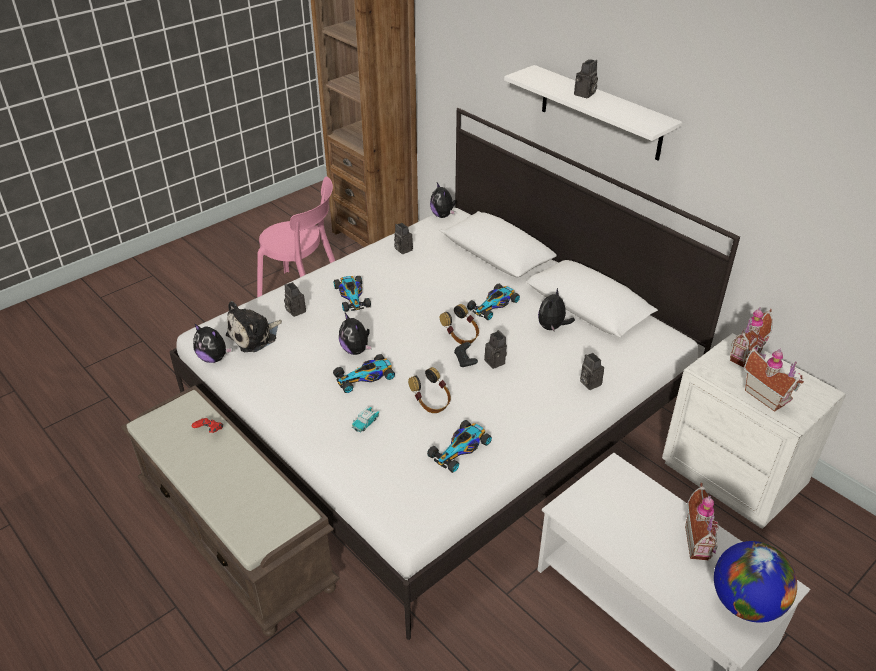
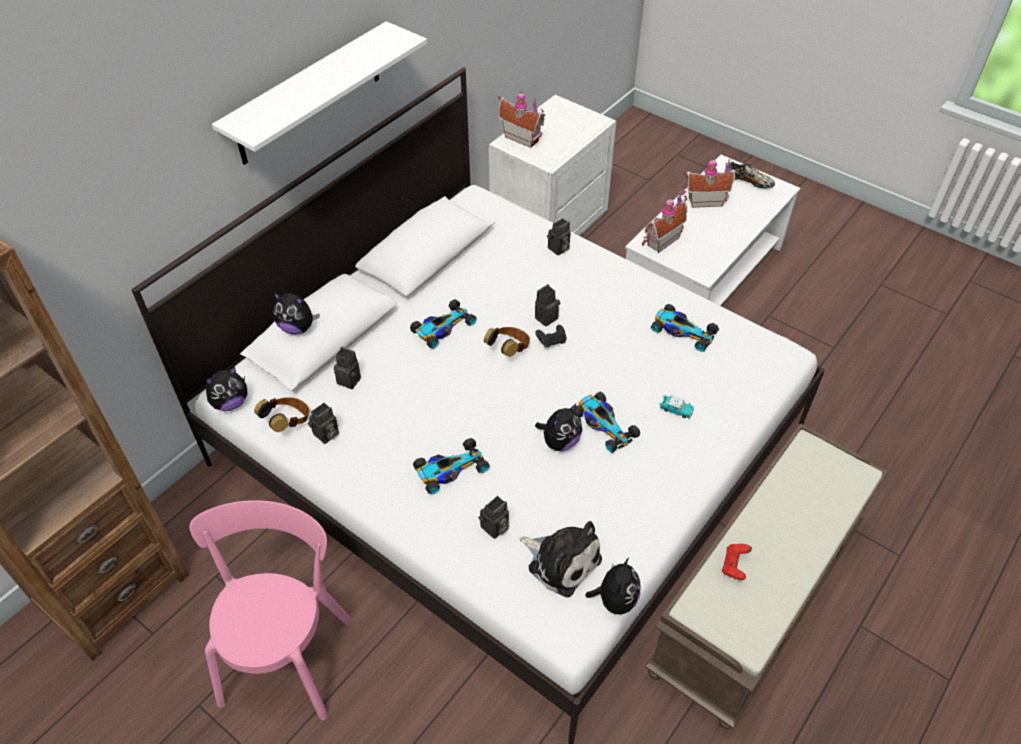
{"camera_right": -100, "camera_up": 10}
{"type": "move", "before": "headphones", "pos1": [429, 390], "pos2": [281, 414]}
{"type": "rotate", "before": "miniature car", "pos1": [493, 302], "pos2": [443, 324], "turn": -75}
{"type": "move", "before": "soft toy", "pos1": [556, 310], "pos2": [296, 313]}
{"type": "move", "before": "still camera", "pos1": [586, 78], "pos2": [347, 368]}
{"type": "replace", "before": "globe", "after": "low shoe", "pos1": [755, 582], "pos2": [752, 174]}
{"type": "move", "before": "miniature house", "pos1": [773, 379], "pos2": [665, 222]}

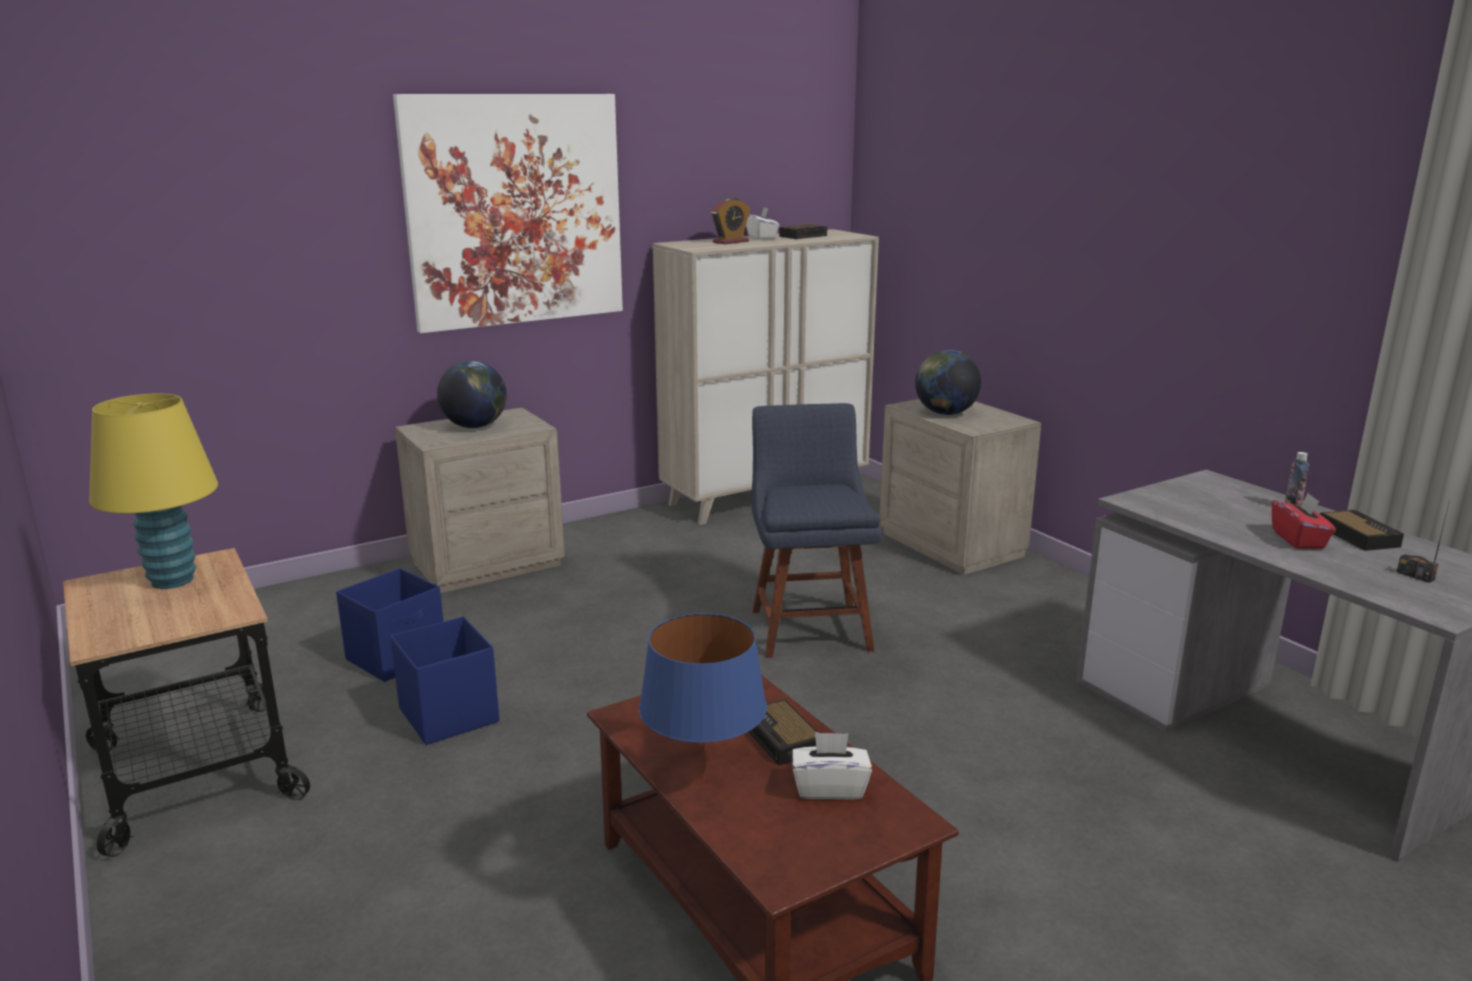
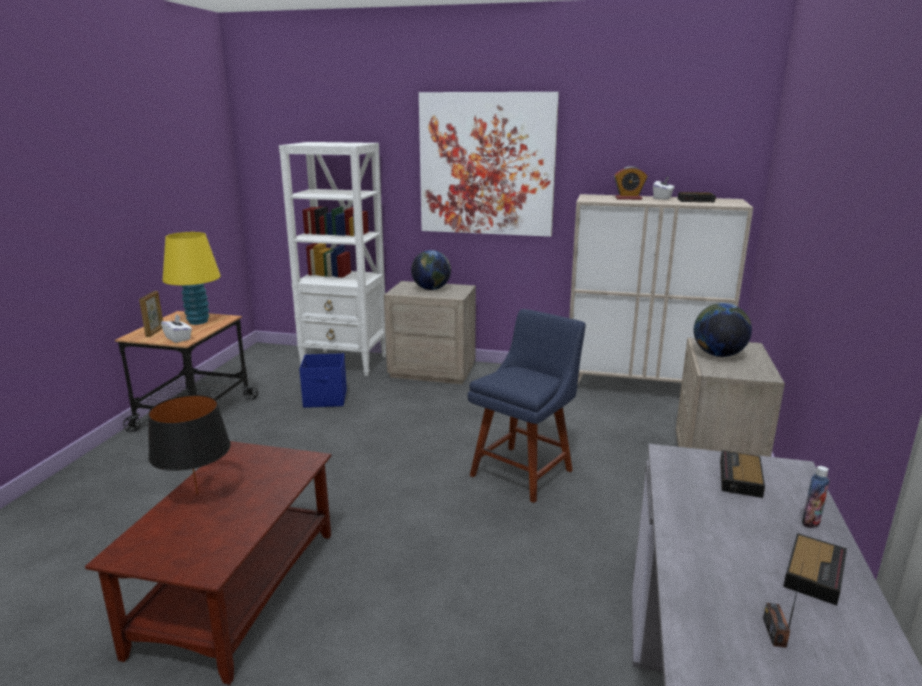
{"camera_right": 45, "camera_up": 0}
{"type": "delete", "before": "storage box in blue", "pos1": [444, 680]}
{"type": "recolor", "before": "table lamp in blue", "after": "table lamp in black-coloured", "pos1": [703, 695], "pos2": [189, 444]}
{"type": "move", "before": "table clock", "pos1": [783, 732], "pos2": [742, 474]}
{"type": "move", "before": "box of tissues in white", "pos1": [832, 766], "pos2": [176, 328]}
{"type": "delete", "before": "box of tissues in red", "pos1": [1304, 521]}
{"type": "insert", "after": "picture frame", "pos2": [151, 314]}
{"type": "insert", "after": "bookcase in white", "pos2": [332, 259]}

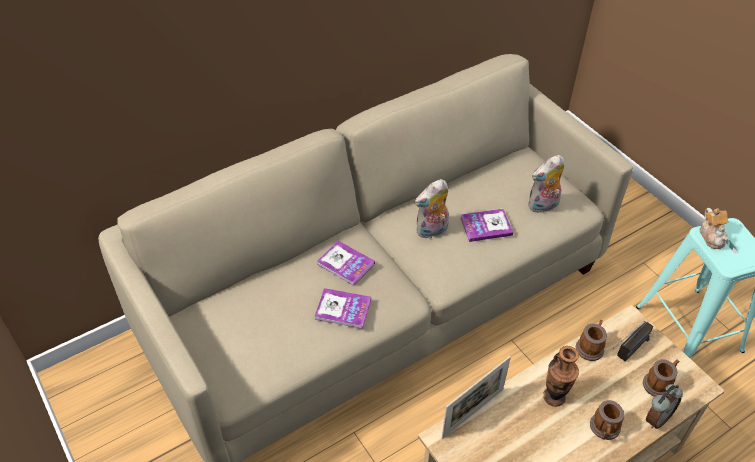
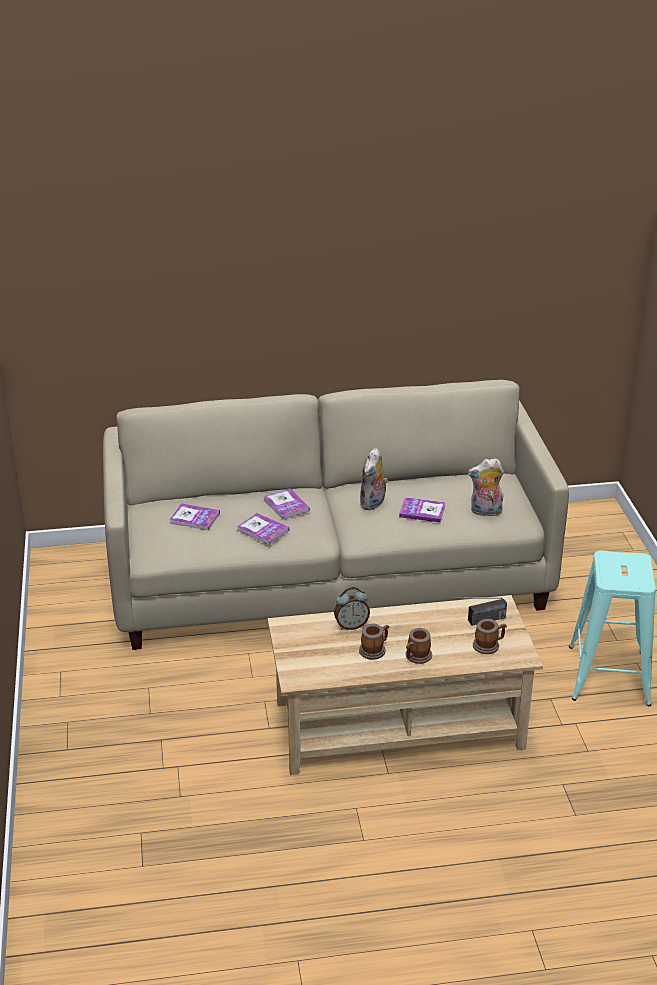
{"camera_right": 25, "camera_up": -15}
{"type": "rotate", "before": "soft toy", "pos1": [432, 209], "pos2": [374, 479], "turn": -60}
{"type": "delete", "before": "picture frame", "pos1": [476, 397]}
{"type": "delete", "before": "flower vase", "pos1": [561, 376]}
{"type": "move", "before": "tea mug", "pos1": [591, 340], "pos2": [374, 641]}
{"type": "move", "before": "table clock", "pos1": [664, 406], "pos2": [352, 608]}
{"type": "delete", "before": "pot for tea", "pos1": [714, 228]}
{"type": "insert", "after": "book", "pos2": [194, 516]}

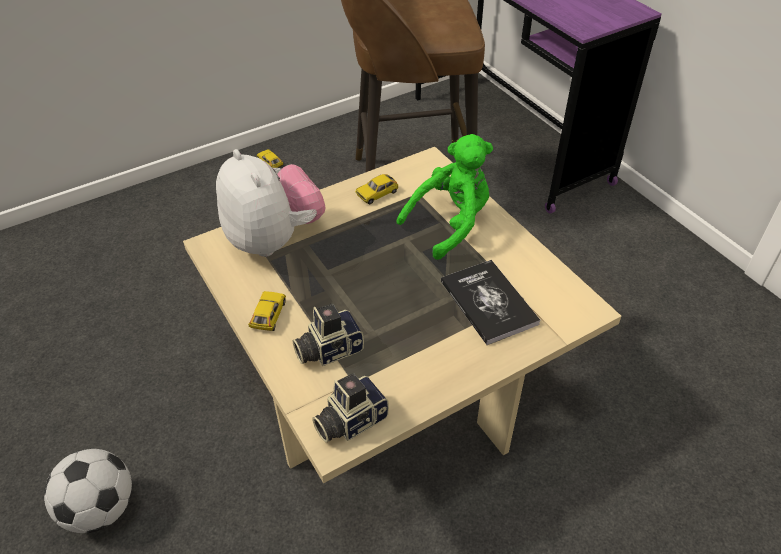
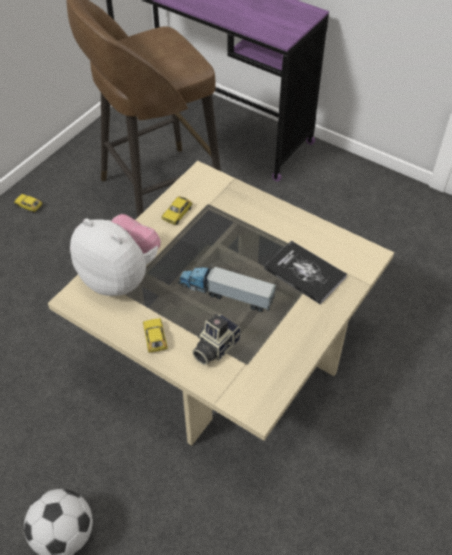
{"camera_right": -25, "camera_up": 5}
{"type": "delete", "before": "still camera", "pos1": [350, 407]}
{"type": "delete", "before": "soft toy in green-coloured", "pos1": [444, 197]}
{"type": "insert", "after": "toy truck", "pos2": [227, 288]}

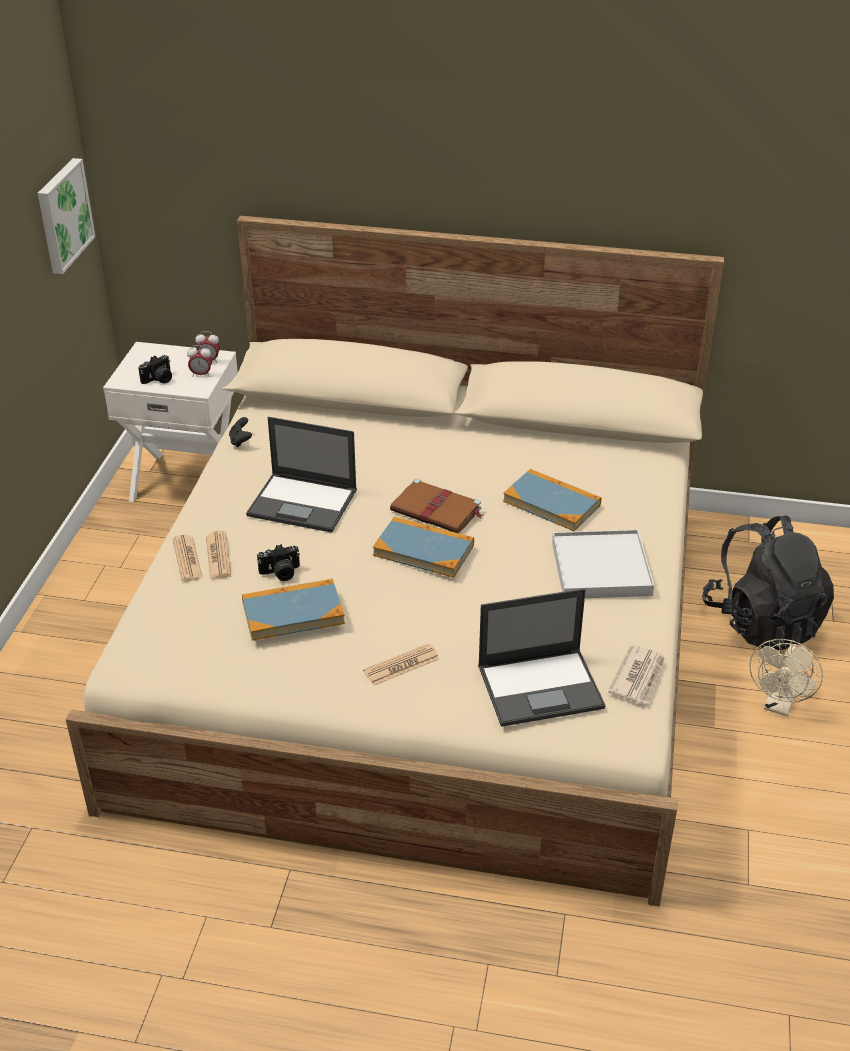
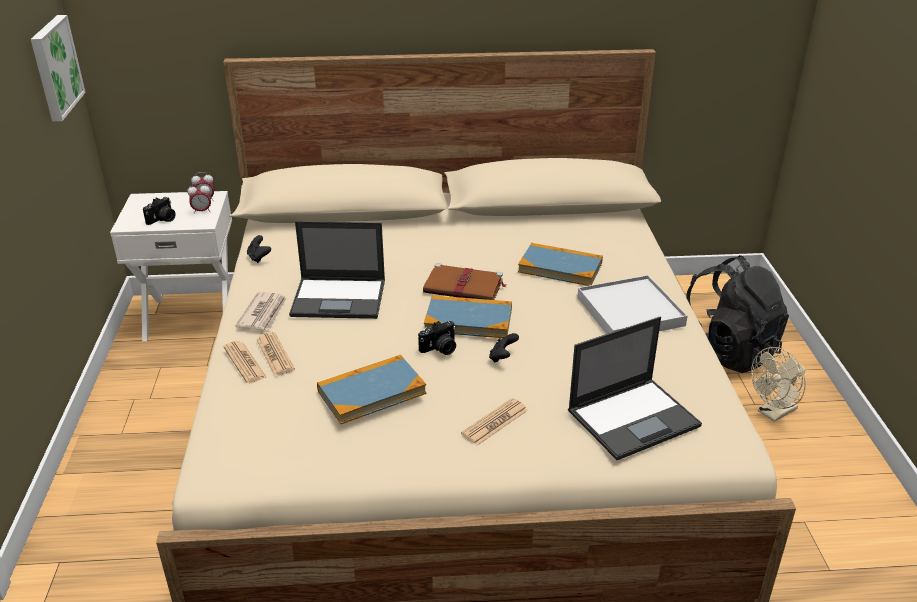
{"camera_right": -15, "camera_up": -5}
{"type": "move", "before": "still camera", "pos1": [278, 562], "pos2": [437, 338]}
{"type": "move", "before": "daily paper", "pos1": [636, 674], "pos2": [261, 311]}
{"type": "rotate", "before": "cooling fan in beige-coloured", "pos1": [786, 677], "pos2": [778, 384], "turn": 45}
{"type": "insert", "after": "joypad in black-coloured", "pos2": [504, 348]}

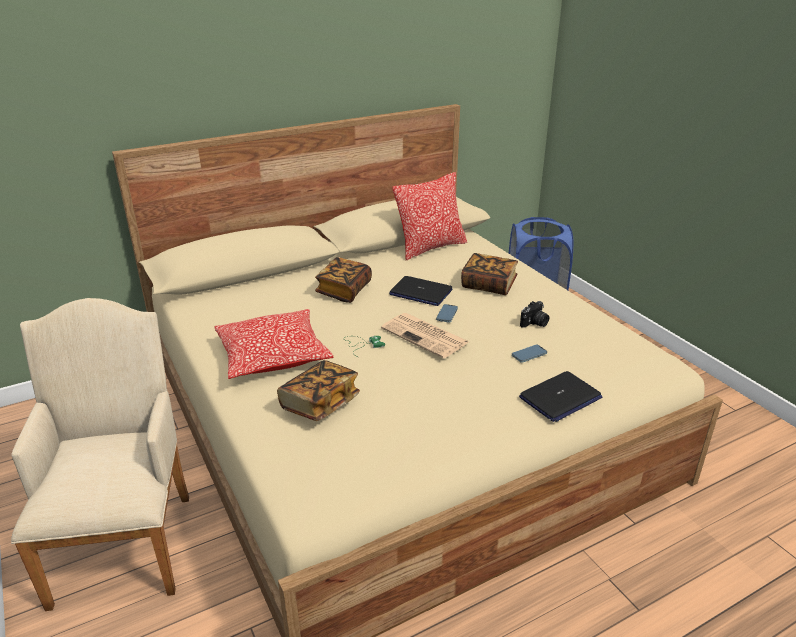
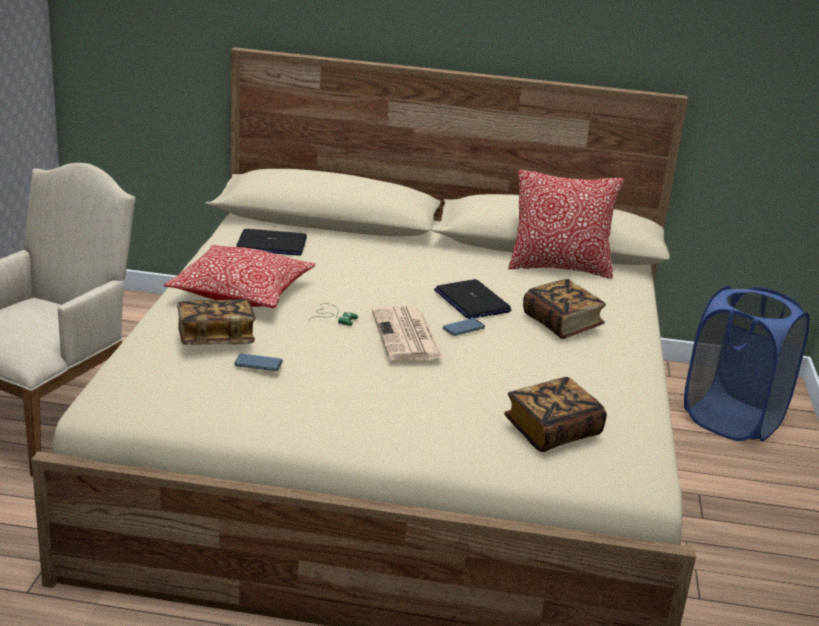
{"camera_right": 35, "camera_up": -5}
{"type": "move", "before": "book", "pos1": [343, 280], "pos2": [555, 414]}
{"type": "move", "before": "phone", "pos1": [529, 354], "pos2": [258, 362]}
{"type": "move", "before": "notebook computer", "pos1": [560, 396], "pos2": [271, 242]}
{"type": "delete", "before": "still camera", "pos1": [534, 314]}

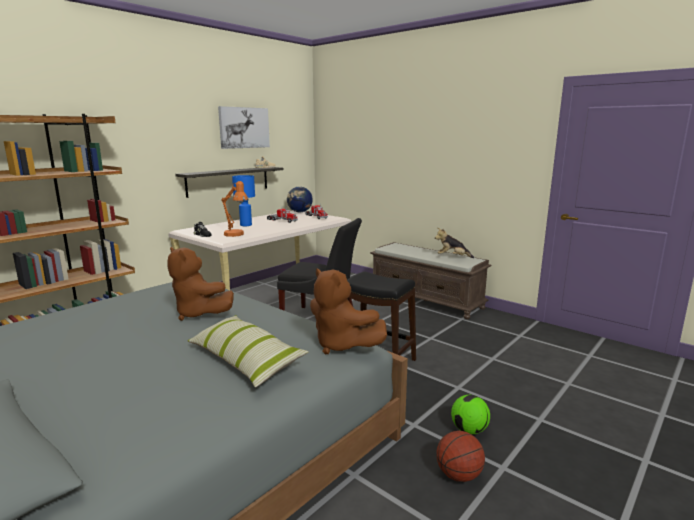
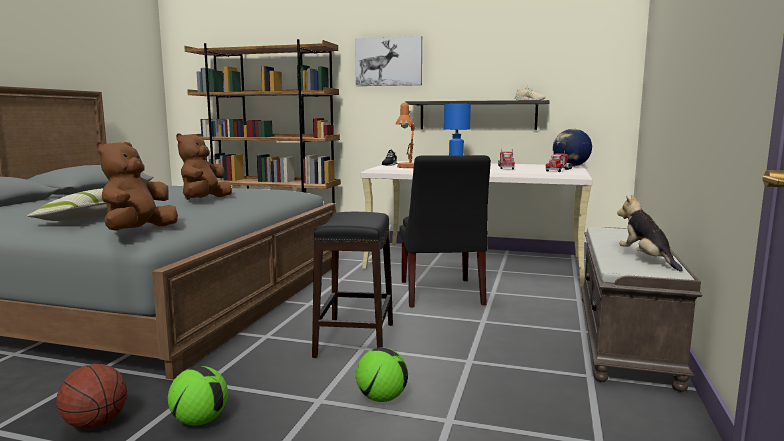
{"camera_right": 65, "camera_up": -5}
{"type": "move", "before": "wall art", "pos1": [244, 127], "pos2": [388, 61]}
{"type": "insert", "after": "ball for football", "pos2": [382, 375]}

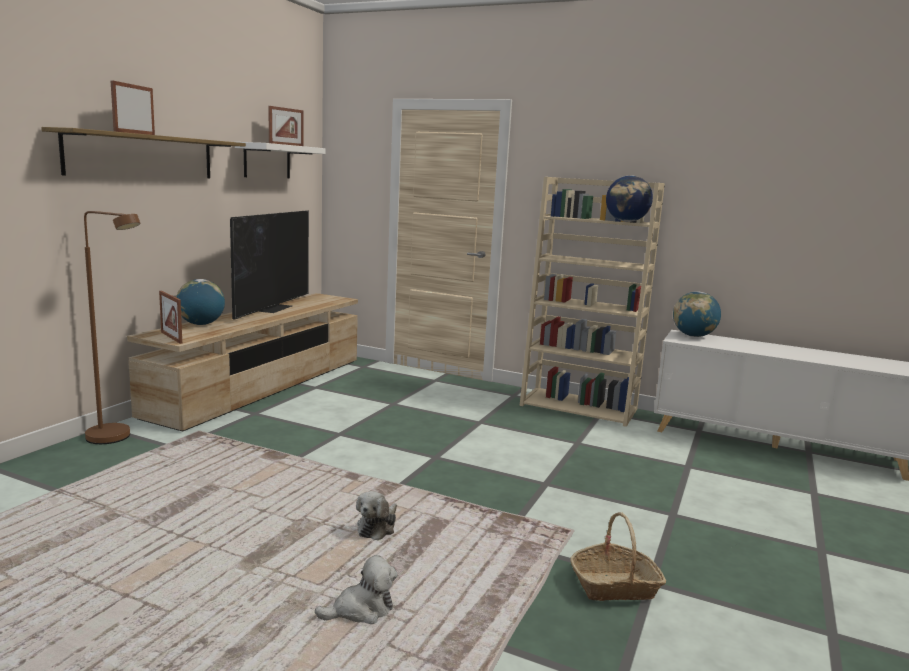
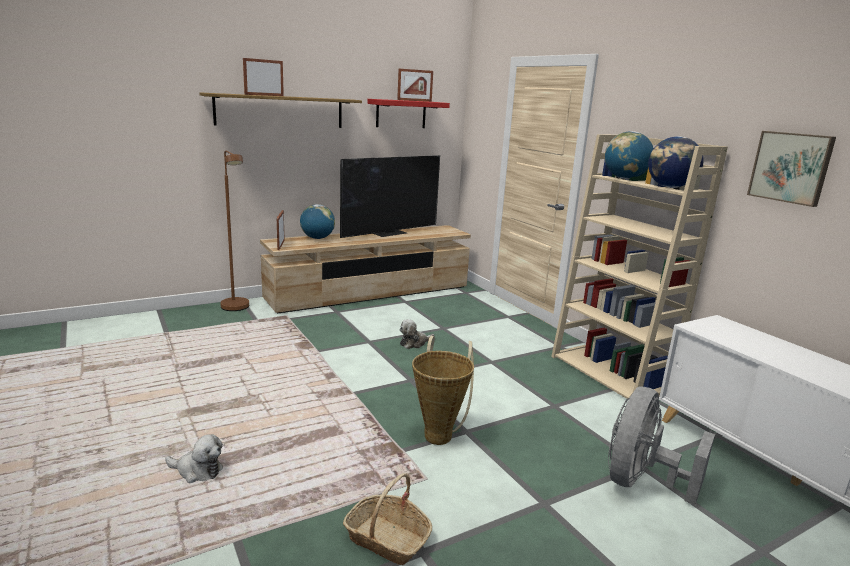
{"camera_right": 35, "camera_up": 5}
{"type": "recolor", "before": "wall shelf in white", "after": "wall shelf in red", "pos1": [280, 160], "pos2": [408, 113]}
{"type": "move", "before": "soft toy", "pos1": [376, 515], "pos2": [417, 334]}
{"type": "move", "before": "globe", "pos1": [697, 314], "pos2": [629, 155]}
{"type": "insert", "after": "household basket", "pos2": [443, 390]}
{"type": "insert", "after": "cooling fan in greyish", "pos2": [661, 445]}
{"type": "insert", "after": "wall art", "pos2": [791, 169]}

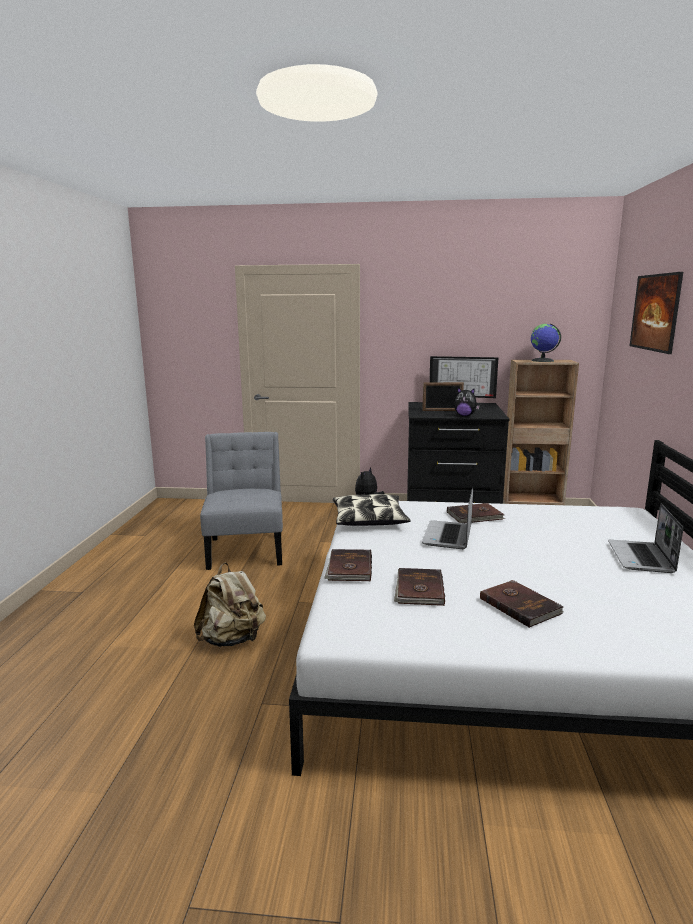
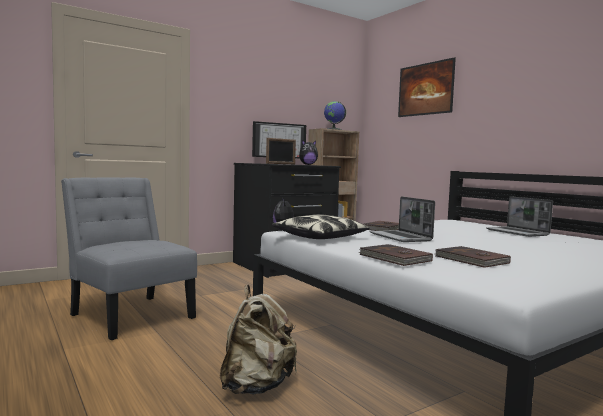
{"camera_right": -40, "camera_up": -10}
{"type": "delete", "before": "book in brown-coloured", "pos1": [522, 604]}

